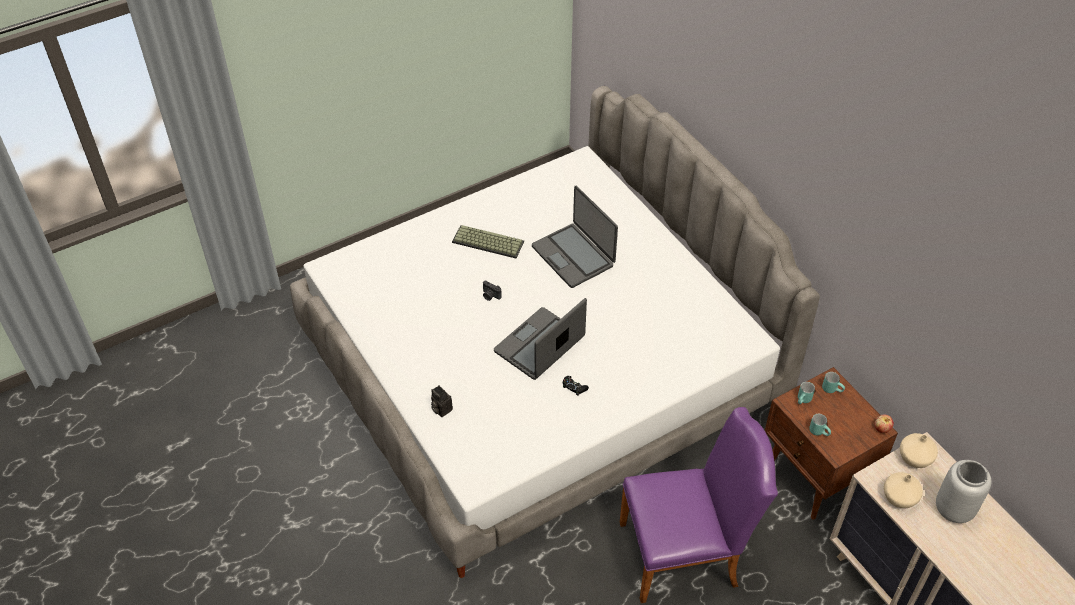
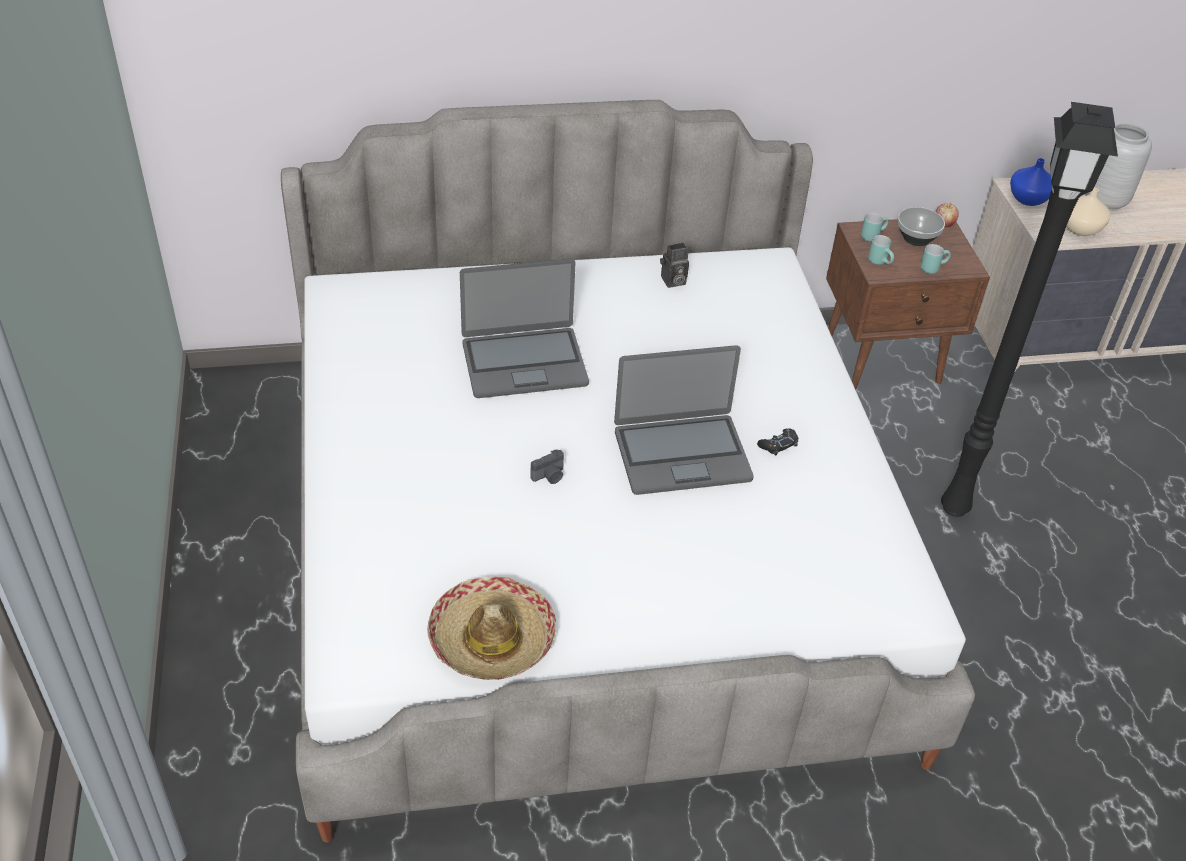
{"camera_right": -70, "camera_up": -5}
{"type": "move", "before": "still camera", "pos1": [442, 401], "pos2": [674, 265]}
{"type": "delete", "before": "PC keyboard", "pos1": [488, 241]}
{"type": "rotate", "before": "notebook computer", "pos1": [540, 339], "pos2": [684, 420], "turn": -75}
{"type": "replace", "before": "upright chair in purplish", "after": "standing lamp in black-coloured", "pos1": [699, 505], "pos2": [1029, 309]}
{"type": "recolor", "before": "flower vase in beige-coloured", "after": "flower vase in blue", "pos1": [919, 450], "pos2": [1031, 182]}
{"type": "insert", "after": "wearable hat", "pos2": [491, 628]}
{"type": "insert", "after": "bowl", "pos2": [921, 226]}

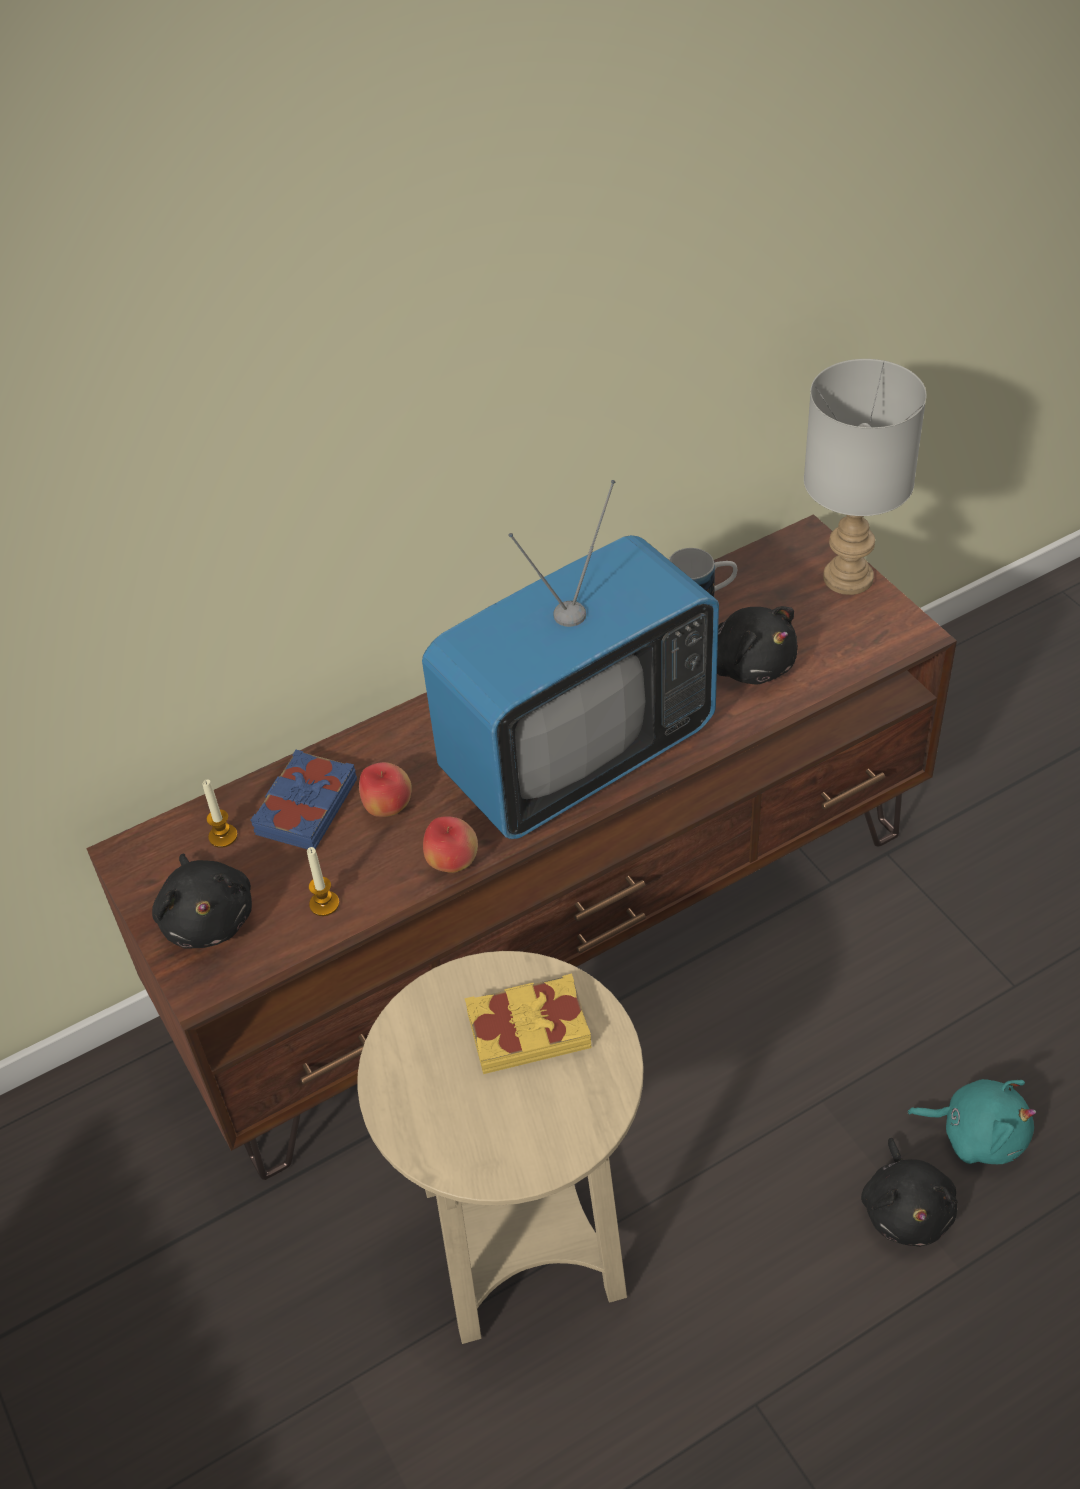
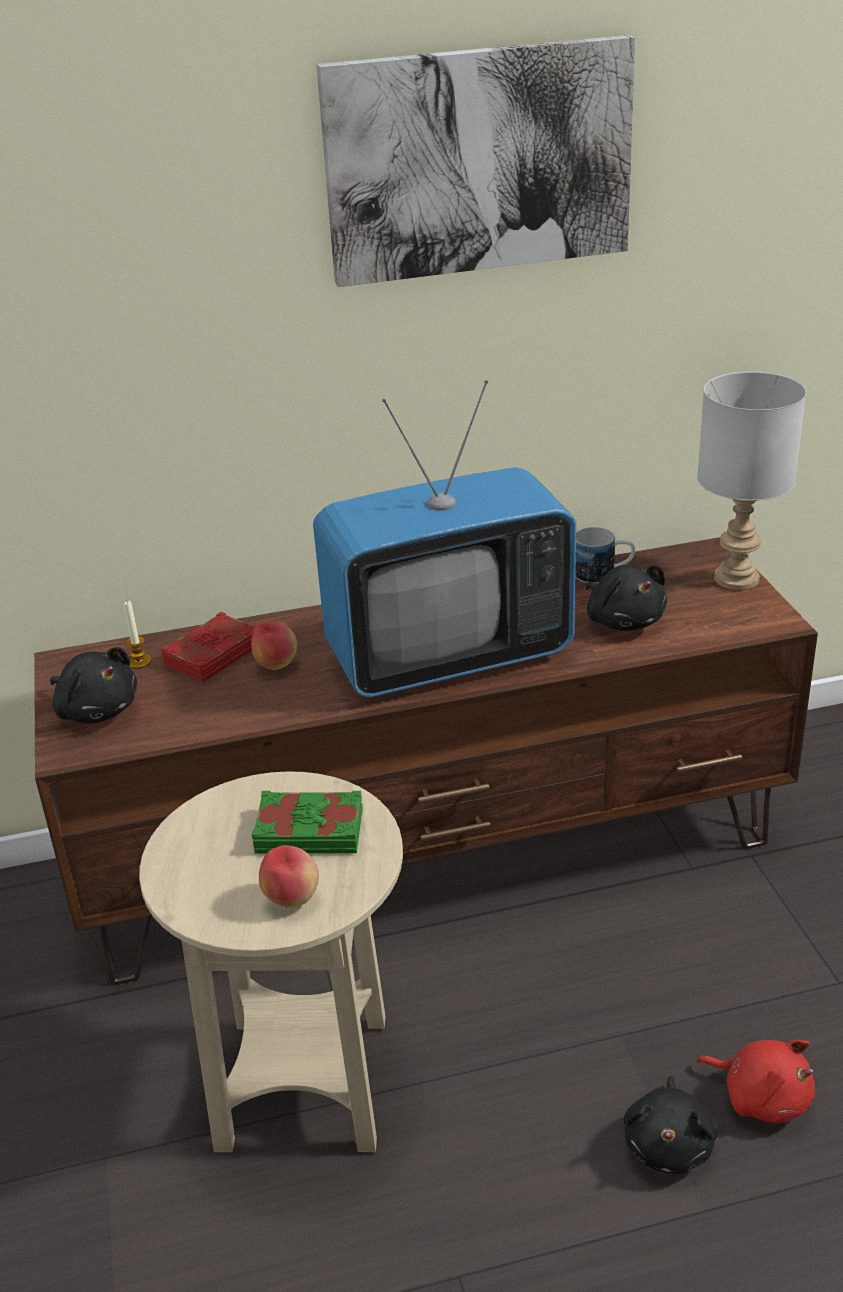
{"camera_right": 15, "camera_up": -15}
{"type": "rotate", "before": "soft toy in black-coloured", "pos1": [202, 901], "pos2": [93, 685], "turn": -45}
{"type": "recolor", "before": "book in blue", "after": "book in red", "pos1": [304, 799], "pos2": [208, 647]}
{"type": "delete", "before": "candle", "pos1": [323, 881]}
{"type": "move", "before": "apple fruit", "pos1": [450, 844], "pos2": [289, 876]}
{"type": "recolor", "before": "book in yellowish", "after": "book in green-coloured", "pos1": [527, 1023], "pos2": [307, 822]}
{"type": "recolor", "before": "soft toy in blue-green", "after": "soft toy in red", "pos1": [971, 1121], "pos2": [756, 1081]}
{"type": "insert", "after": "wall art", "pos2": [476, 161]}

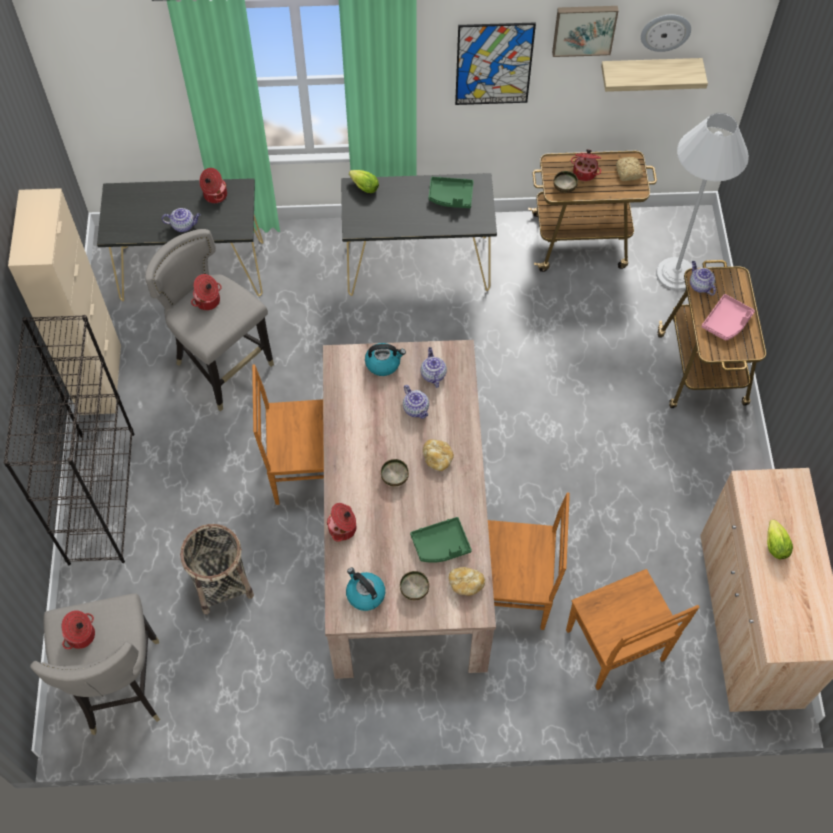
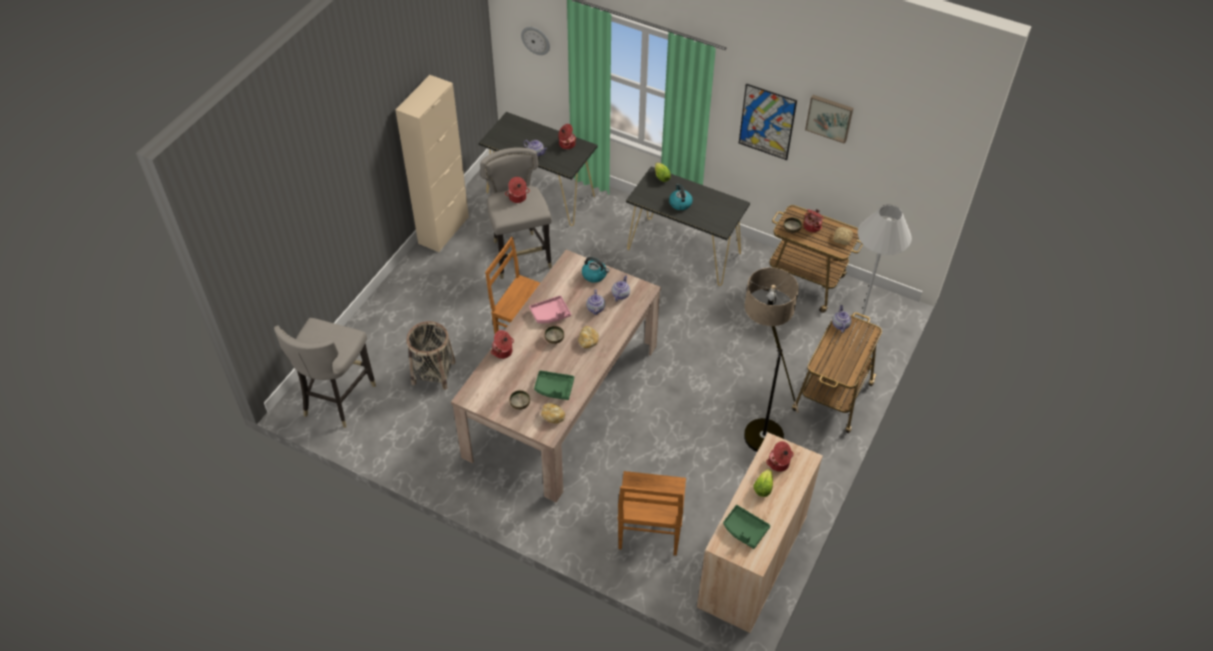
{"camera_right": 30, "camera_up": -10}
{"type": "delete", "before": "bookcase in black-coloured", "pos1": [69, 440]}
{"type": "move", "before": "stockpot", "pos1": [78, 629], "pos2": [780, 456]}
{"type": "move", "before": "kettle", "pos1": [365, 589], "pos2": [681, 197]}
{"type": "move", "before": "carrying tray in green-coloured", "pos1": [451, 192], "pos2": [746, 527]}
{"type": "delete", "before": "upright chair in brown-coloured", "pos1": [529, 561]}
{"type": "delete", "before": "wall shelf", "pos1": [654, 75]}
{"type": "move", "before": "clock on the wall", "pos1": [666, 33], "pos2": [535, 41]}
{"type": "move", "before": "carrying tray in pinkish", "pos1": [728, 317], "pos2": [550, 309]}
{"type": "insert", "after": "standing lamp", "pos2": [771, 359]}

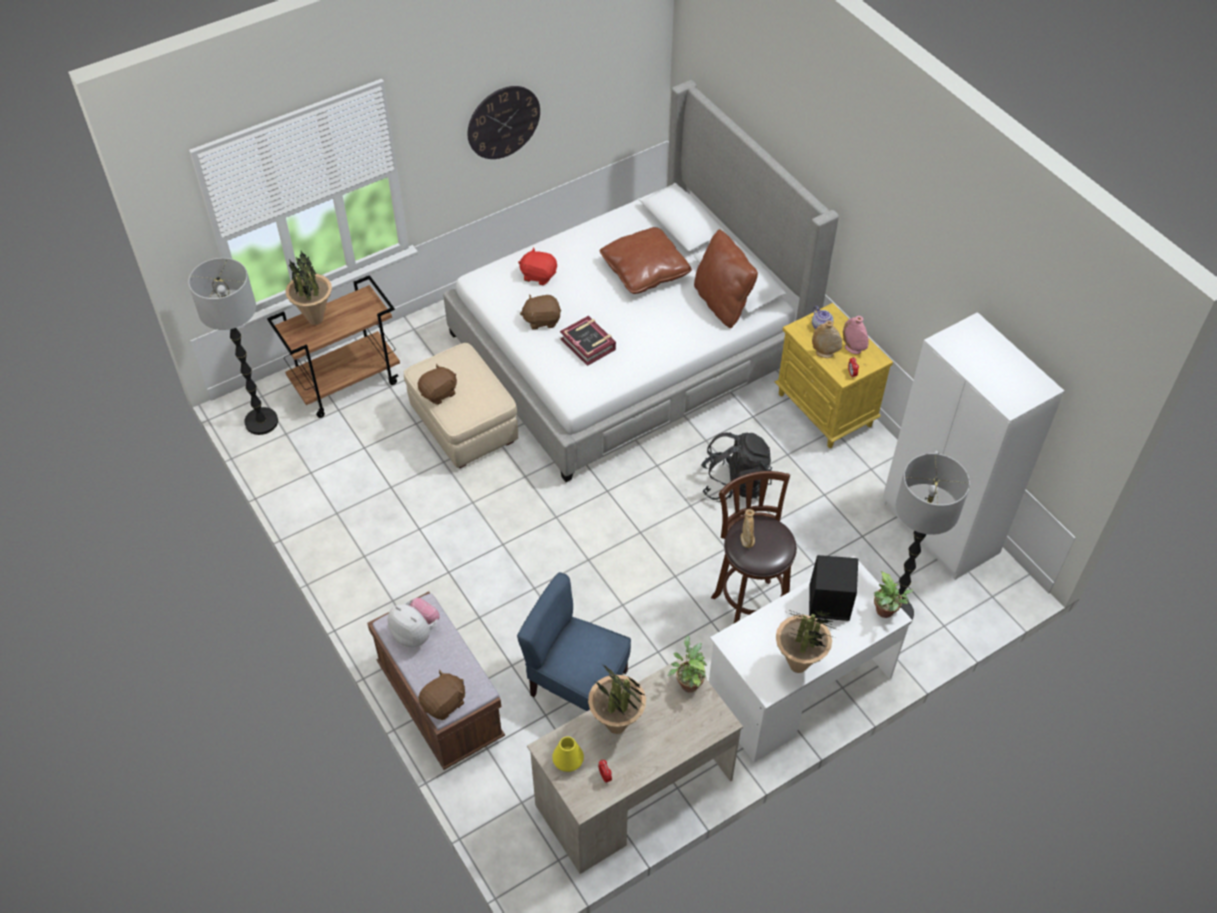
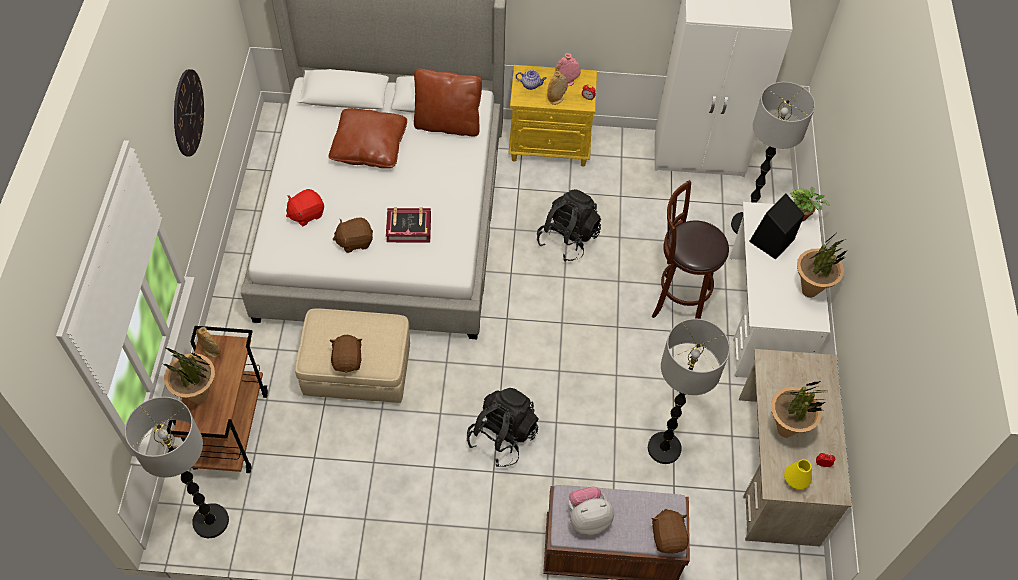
{"camera_right": -55, "camera_up": 5}
{"type": "replace", "before": "upright chair in blue", "after": "standing lamp", "pos1": [574, 641], "pos2": [689, 391]}
{"type": "rotate", "before": "soft toy in brown-coloured", "pos1": [540, 312], "pos2": [353, 235], "turn": 45}
{"type": "delete", "before": "potted plant", "pos1": [687, 663]}
{"type": "move", "before": "flower vase in beige-coloured", "pos1": [748, 528], "pos2": [208, 342]}
{"type": "insert", "after": "backpack in black-coloured", "pos2": [503, 427]}

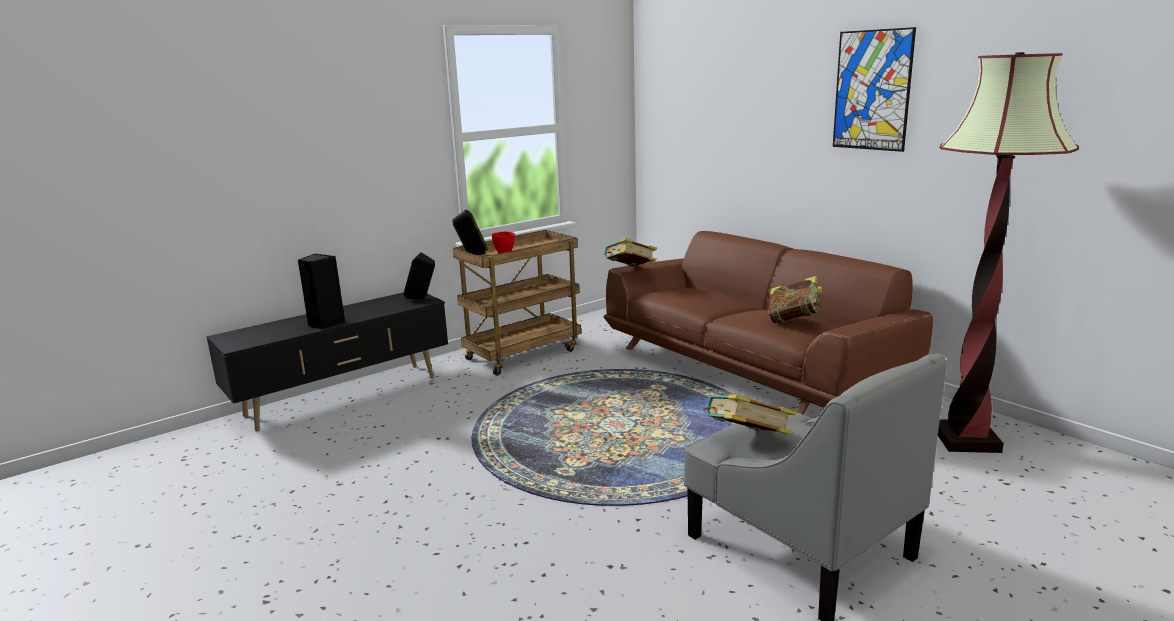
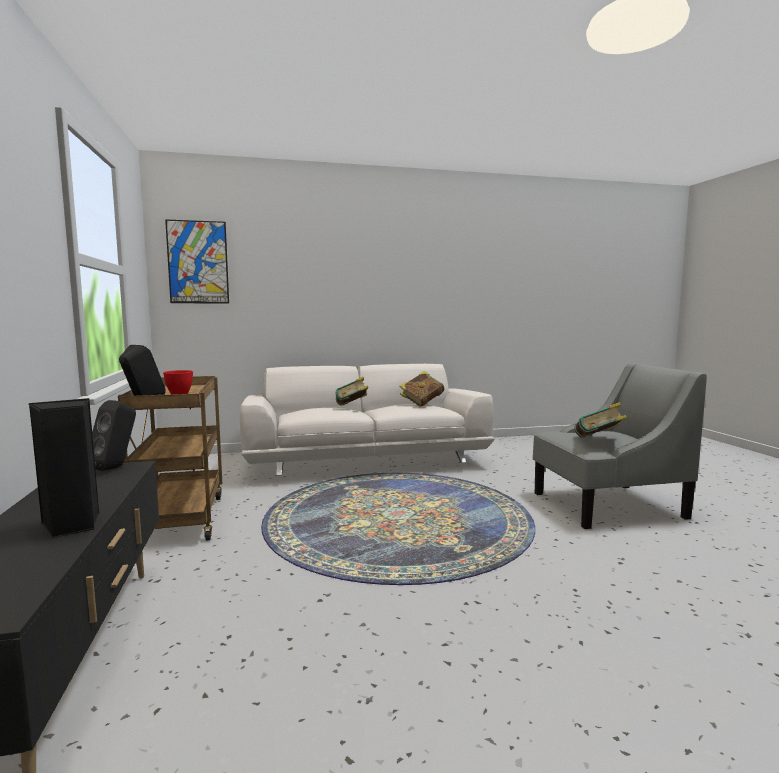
{"camera_right": -65, "camera_up": -10}
{"type": "recolor", "before": "settee in brown-coloured", "after": "settee in white", "pos1": [768, 323], "pos2": [367, 420]}
{"type": "move", "before": "book", "pos1": [630, 252], "pos2": [352, 391]}
{"type": "move", "before": "wall art", "pos1": [874, 89], "pos2": [197, 261]}
{"type": "delete", "before": "standing lamp", "pos1": [1008, 252]}

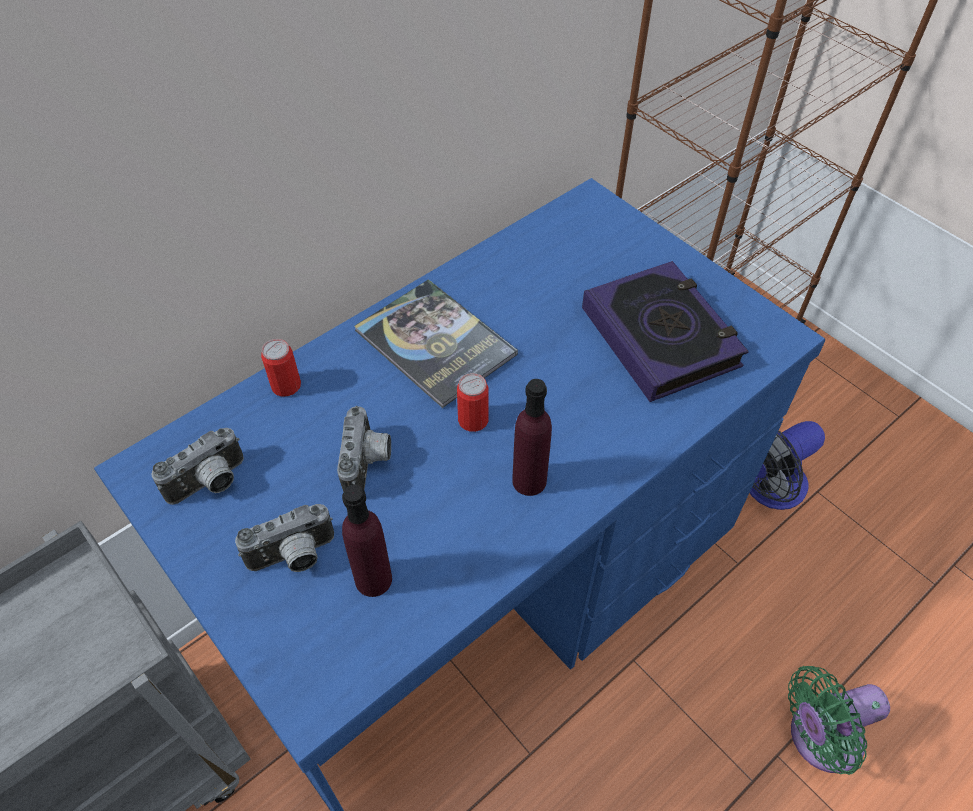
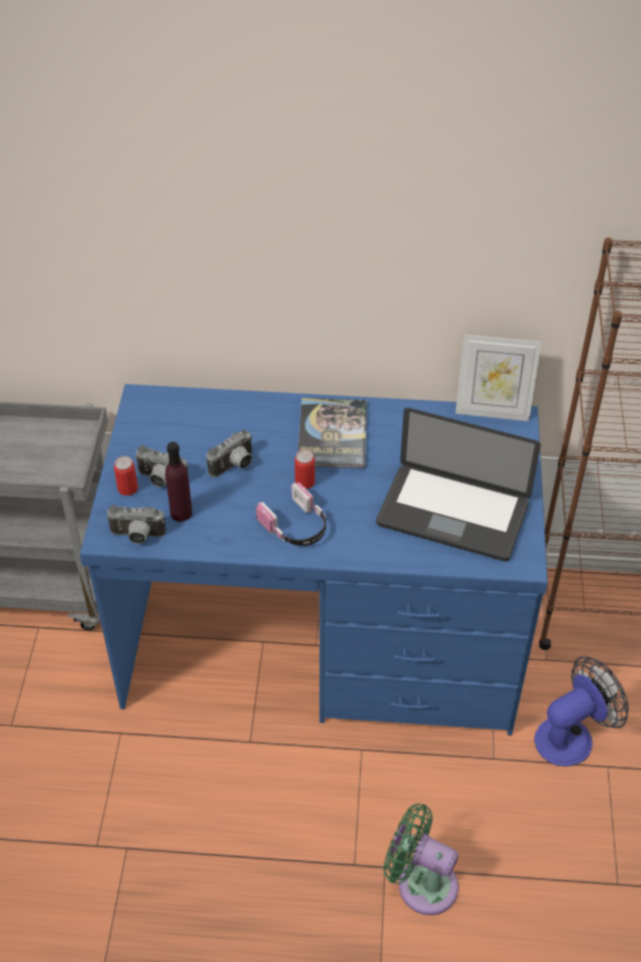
{"camera_right": 45, "camera_up": -5}
{"type": "move", "before": "still camera", "pos1": [198, 466], "pos2": [136, 524]}
{"type": "move", "before": "sealed can", "pos1": [281, 368], "pos2": [126, 476]}
{"type": "replace", "before": "bottle in purplish", "after": "headphones", "pos1": [532, 437], "pos2": [291, 514]}
{"type": "replace", "before": "book", "after": "notebook computer", "pos1": [665, 331], "pos2": [458, 484]}
{"type": "rotate", "before": "cooling fan", "pos1": [787, 465], "pos2": [581, 711], "turn": 135}
{"type": "insert", "after": "picture frame", "pos2": [498, 377]}

